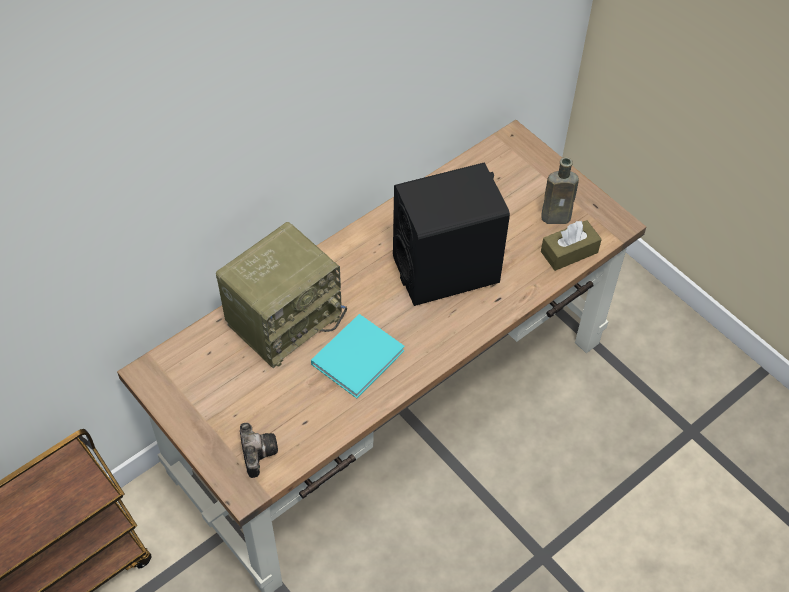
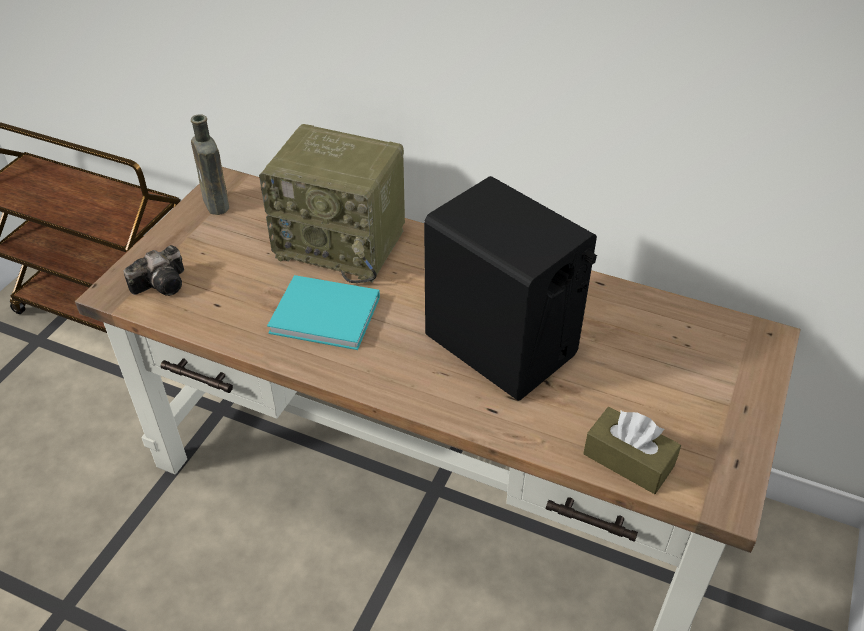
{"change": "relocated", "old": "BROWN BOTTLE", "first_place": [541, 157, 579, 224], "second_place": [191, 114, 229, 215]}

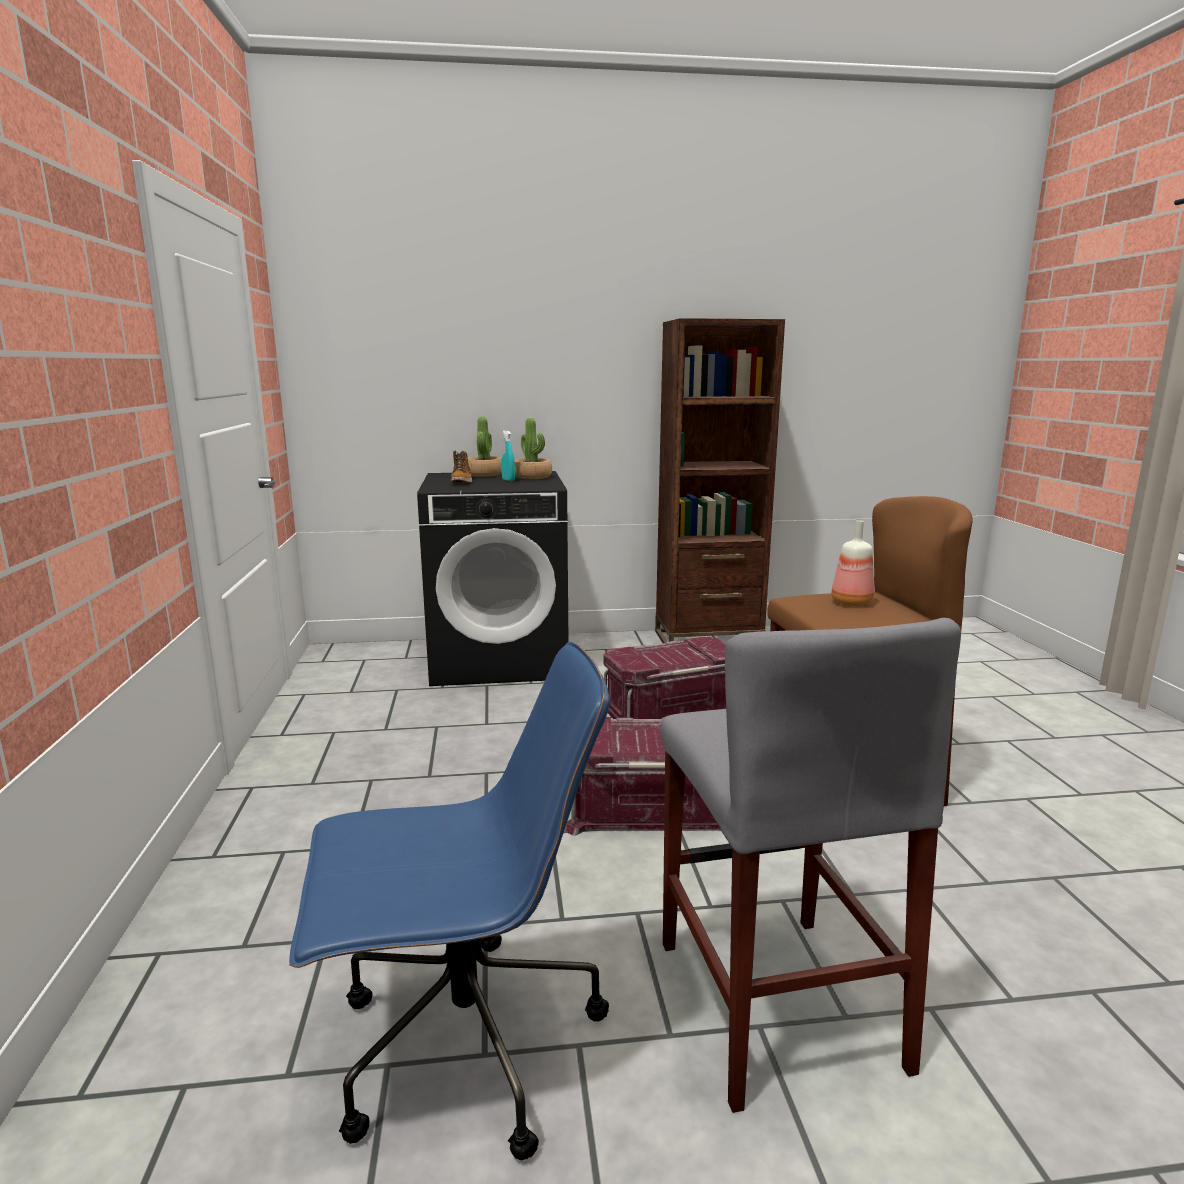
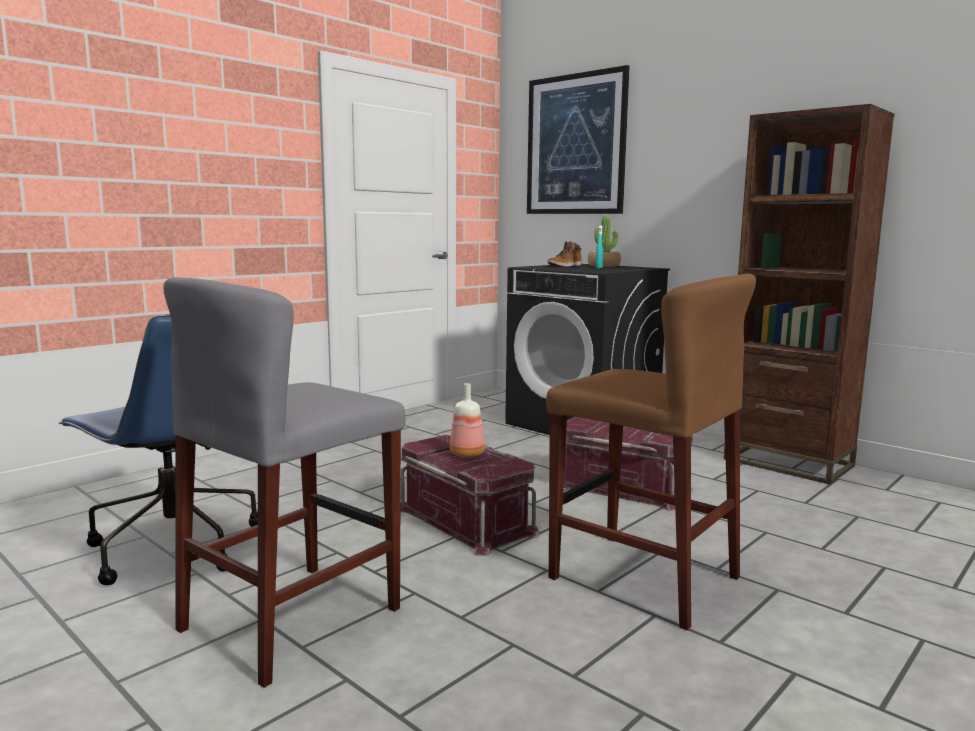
{"change": "relocated", "old": "BOTTLE", "first_place": [831, 520, 874, 606], "second_place": [450, 383, 485, 457]}
{"change": "appeared", "new": "PICTURE", "second_place": [527, 65, 630, 214]}
{"change": "missing", "old": "POTTED PLANT", "first_place": [515, 418, 552, 479]}

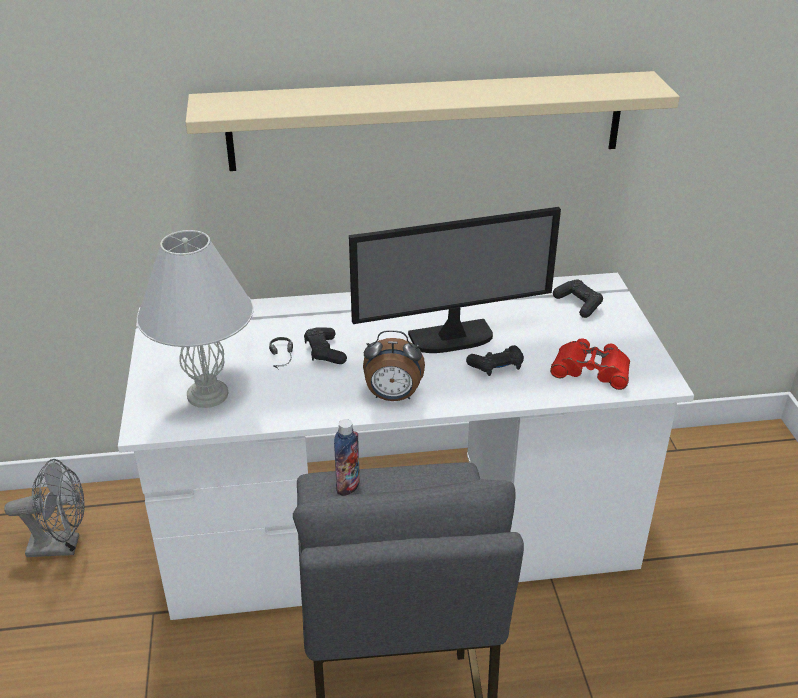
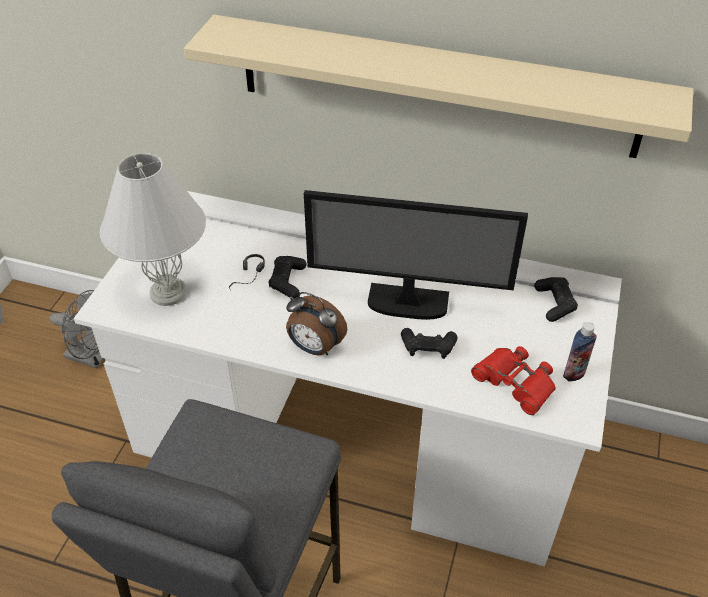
{"change": "relocated", "old": "BOTTLE", "first_place": [334, 419, 360, 496], "second_place": [563, 322, 597, 381]}

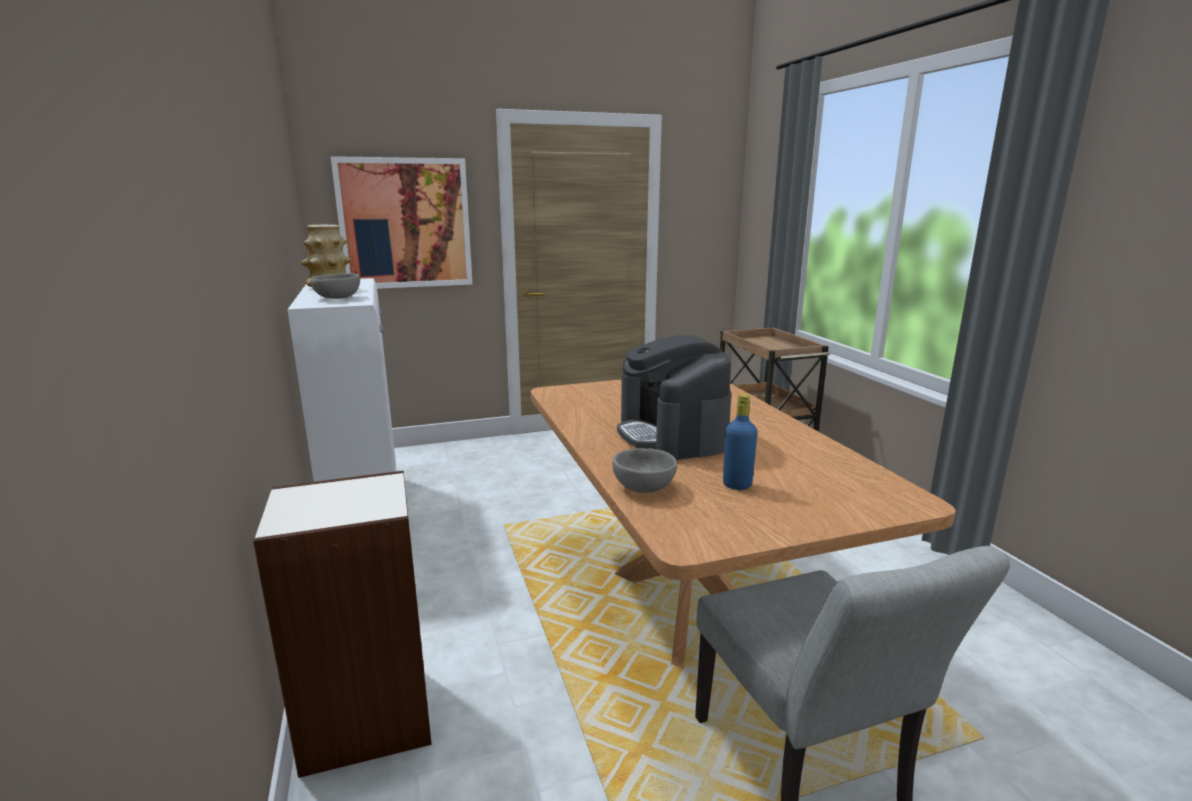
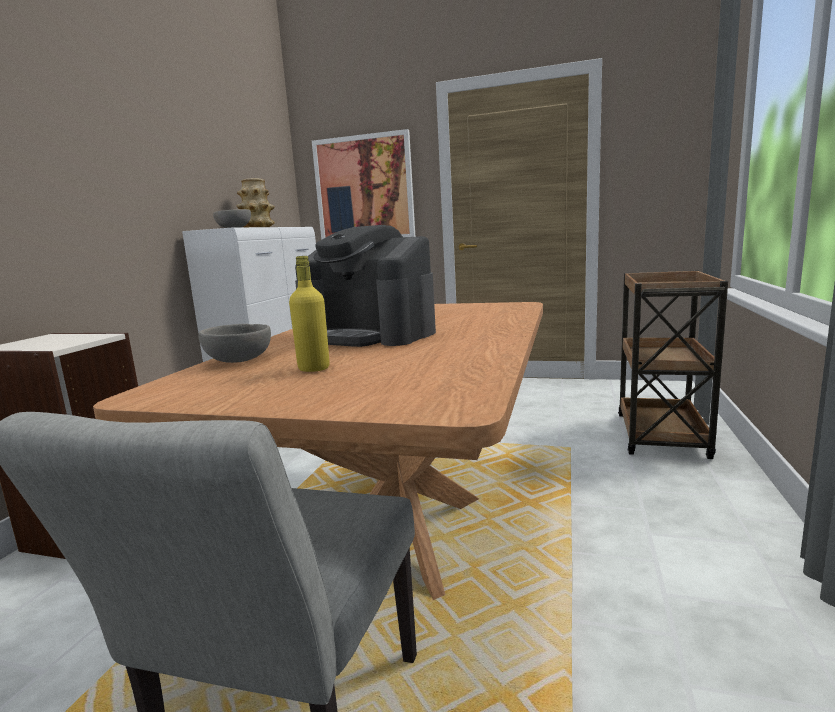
{"change": "colour", "old": "BLUE BOTTLE", "new": "YELLOW BOTTLE", "first_place": [723, 394, 758, 490], "second_place": [289, 256, 330, 372]}
{"change": "spun", "old": "COFFEE MACHINE", "first_place": [617, 335, 731, 461], "second_place": [295, 225, 436, 347], "degrees": -75}

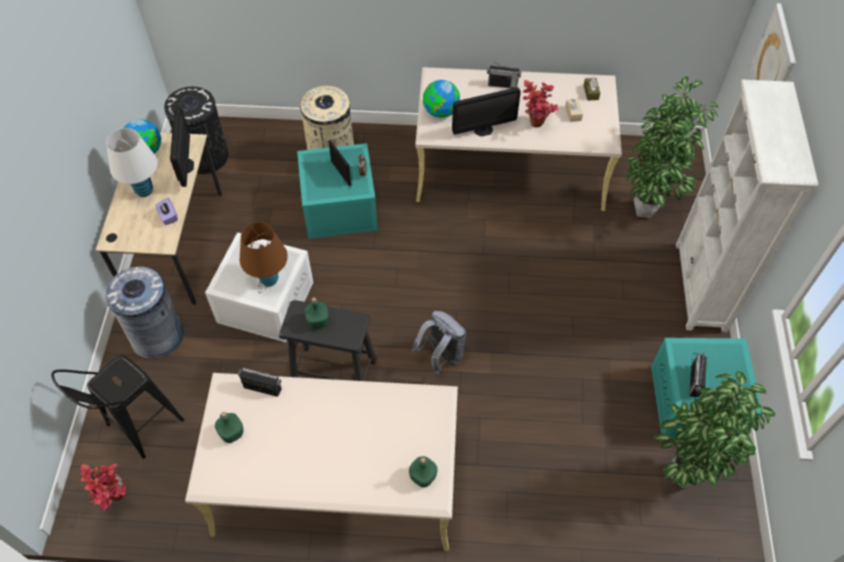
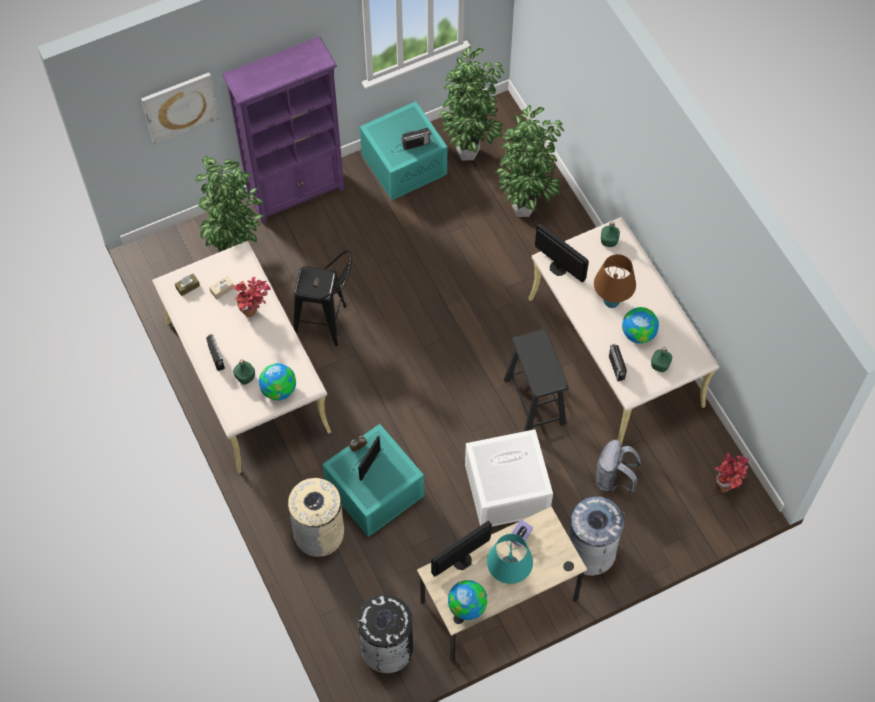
{"change": "colour", "old": "WHITE BOOKCASE", "new": "PURPLE BOOKCASE", "first_place": [676, 80, 818, 332], "second_place": [222, 36, 345, 223]}
{"change": "relocated", "old": "GREEN BOTTLE", "first_place": [305, 297, 329, 329], "second_place": [233, 360, 255, 385]}
{"change": "relocated", "old": "BLACK STOOL", "first_place": [51, 355, 184, 459], "second_place": [294, 250, 352, 346]}
{"change": "colour", "old": "WHITE TABLE LAMP", "new": "TURQUOISE TABLE LAMP", "first_place": [106, 128, 158, 197], "second_place": [487, 534, 533, 584]}
{"change": "appeared", "new": "POTTED PLANT", "second_place": [495, 105, 564, 217]}
{"change": "relocated", "old": "MONITOR", "first_place": [452, 87, 521, 137], "second_place": [535, 224, 589, 283]}
{"change": "relocated", "old": "BROWN TABLE LAMP", "first_place": [240, 222, 288, 287], "second_place": [594, 254, 636, 308]}
{"change": "relocated", "old": "GREY BACKPACK", "first_place": [412, 311, 466, 375], "second_place": [596, 440, 641, 493]}
{"change": "appeared", "new": "GLOBE", "second_place": [622, 307, 659, 344]}

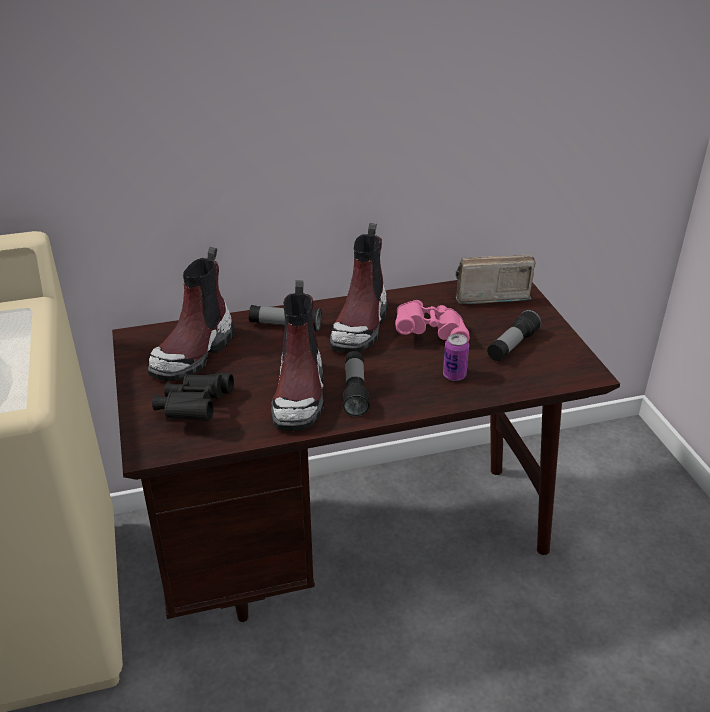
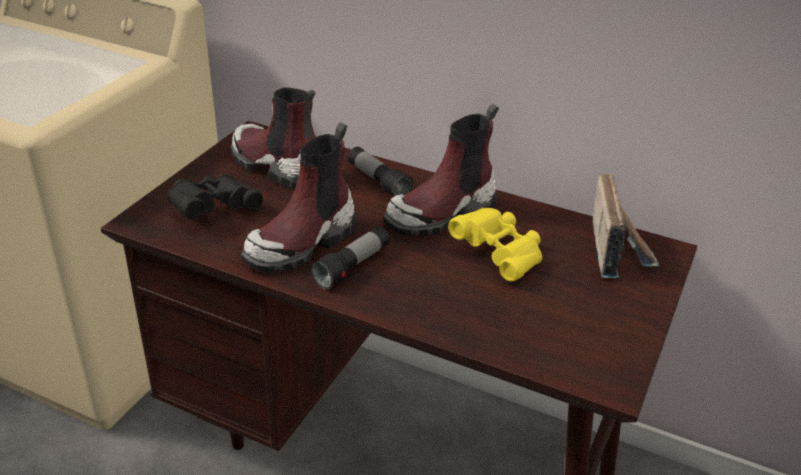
{"change": "spun", "old": "BOOT", "first_place": [148, 247, 235, 381], "second_place": [230, 87, 316, 191], "degrees": 60}
{"change": "colour", "old": "PINK BINOCULARS", "new": "YELLOW BINOCULARS", "first_place": [395, 300, 470, 341], "second_place": [448, 208, 542, 282]}
{"change": "spun", "old": "RADIO", "first_place": [455, 255, 536, 304], "second_place": [592, 173, 659, 278], "degrees": 60}
{"change": "missing", "old": "CAN", "first_place": [443, 334, 469, 381]}
{"change": "missing", "old": "FLASHLIGHT", "first_place": [487, 310, 542, 361]}

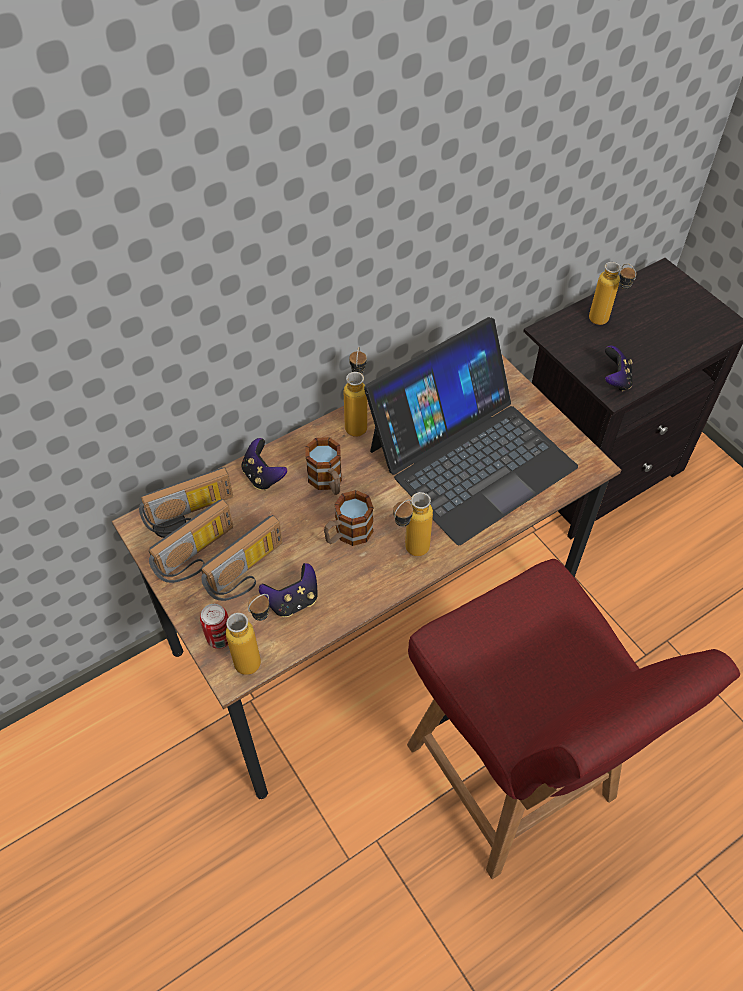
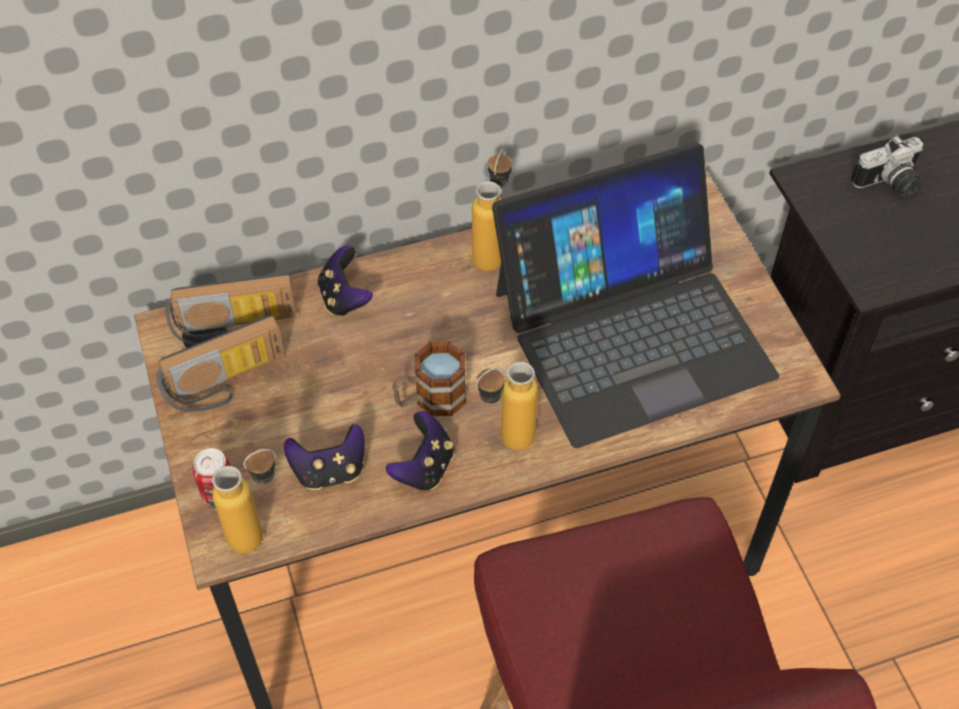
{"change": "relocated", "old": "GAME CONTROLLER", "first_place": [605, 346, 633, 391], "second_place": [386, 411, 454, 491]}
{"change": "exchanged", "old": "BOTTLE", "new": "PHOTO CAMERA", "first_place": [589, 262, 637, 325], "second_place": [851, 136, 923, 196]}
{"change": "missing", "old": "RADIO", "first_place": [201, 515, 283, 601]}
{"change": "missing", "old": "MUG", "first_place": [305, 437, 342, 495]}

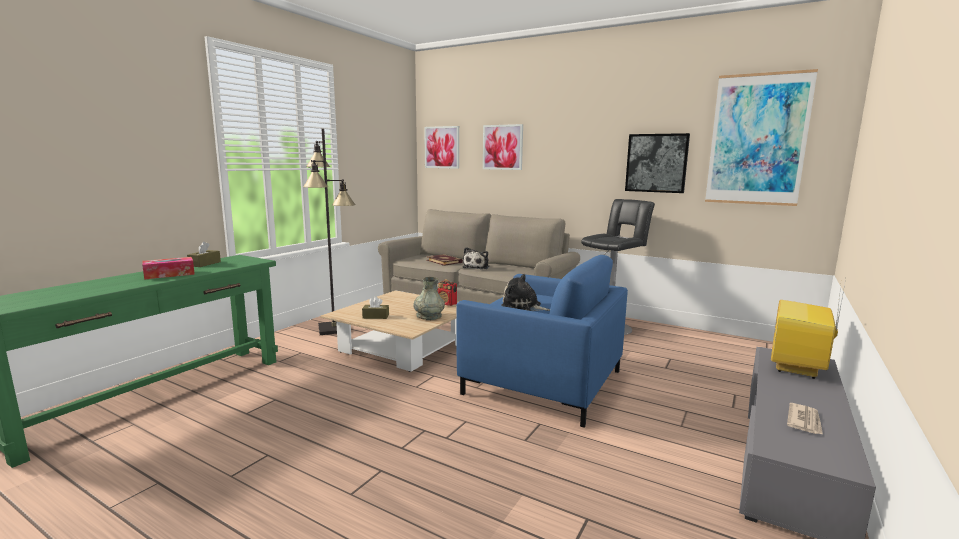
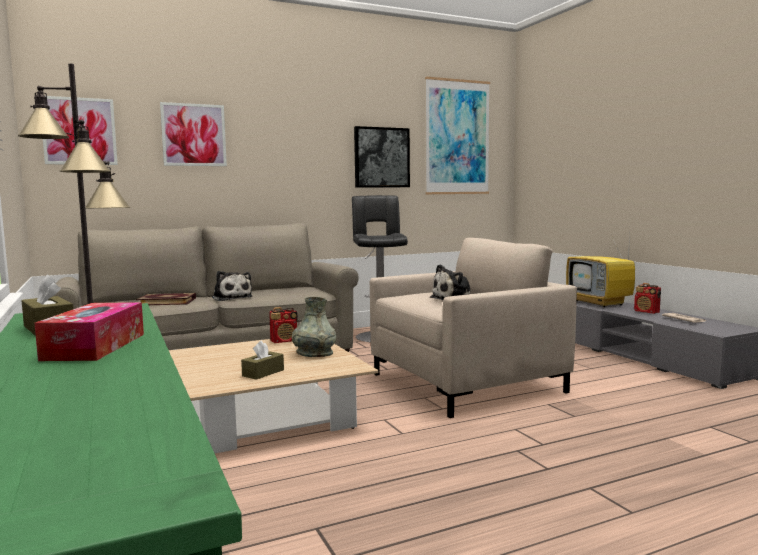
{"change": "colour", "old": "BLUE ARMCHAIR", "new": "BEIGE ARMCHAIR", "first_place": [456, 255, 628, 428], "second_place": [370, 238, 577, 418]}
{"change": "appeared", "new": "RADIO", "second_place": [634, 283, 661, 314]}

